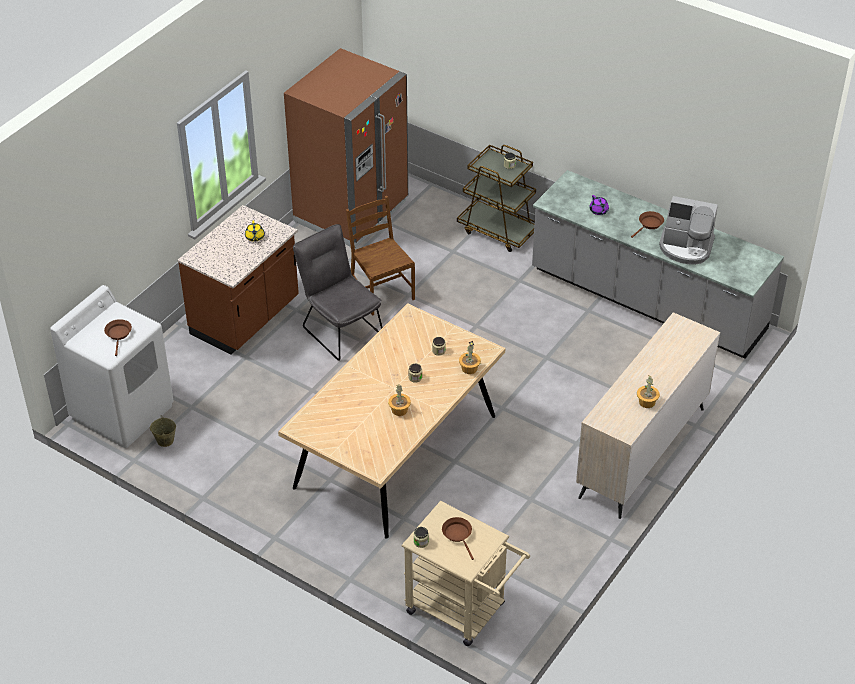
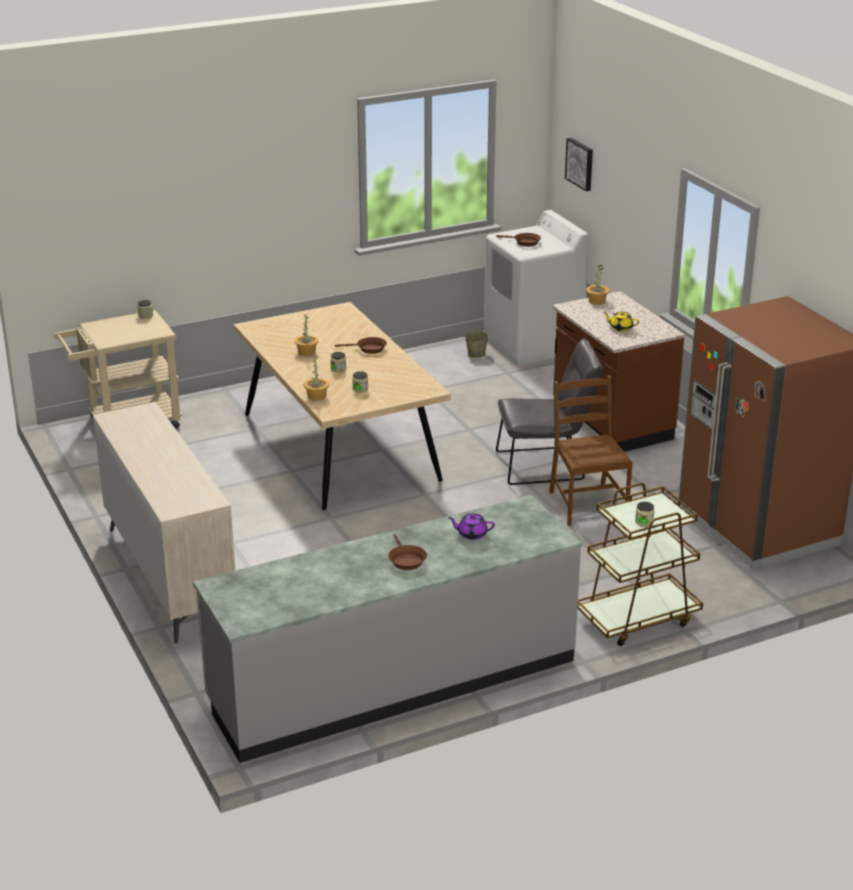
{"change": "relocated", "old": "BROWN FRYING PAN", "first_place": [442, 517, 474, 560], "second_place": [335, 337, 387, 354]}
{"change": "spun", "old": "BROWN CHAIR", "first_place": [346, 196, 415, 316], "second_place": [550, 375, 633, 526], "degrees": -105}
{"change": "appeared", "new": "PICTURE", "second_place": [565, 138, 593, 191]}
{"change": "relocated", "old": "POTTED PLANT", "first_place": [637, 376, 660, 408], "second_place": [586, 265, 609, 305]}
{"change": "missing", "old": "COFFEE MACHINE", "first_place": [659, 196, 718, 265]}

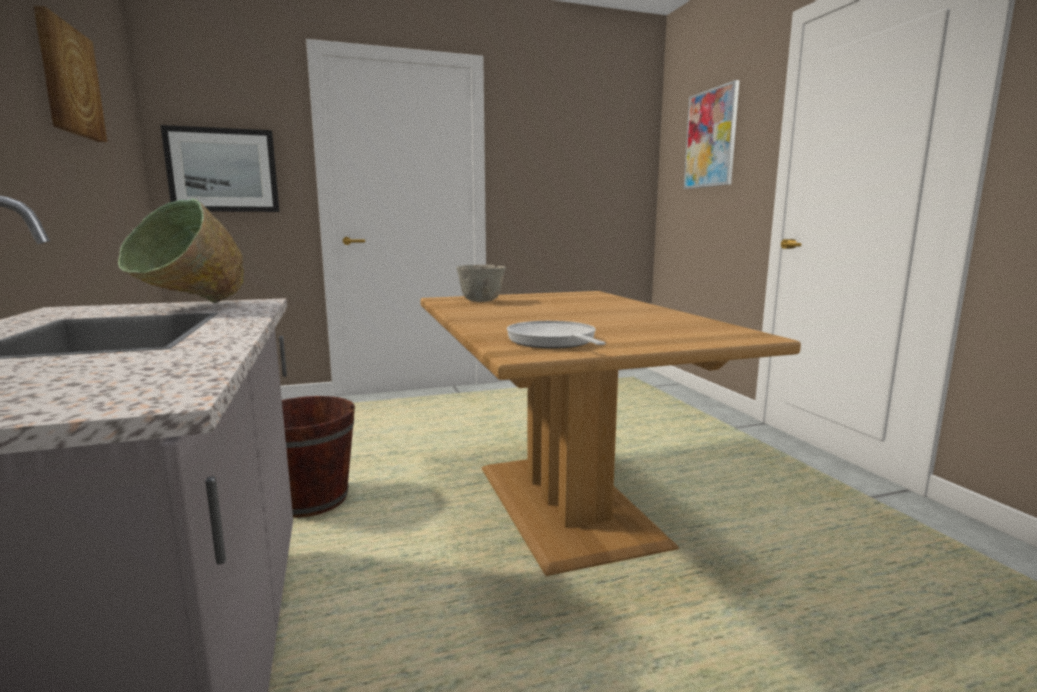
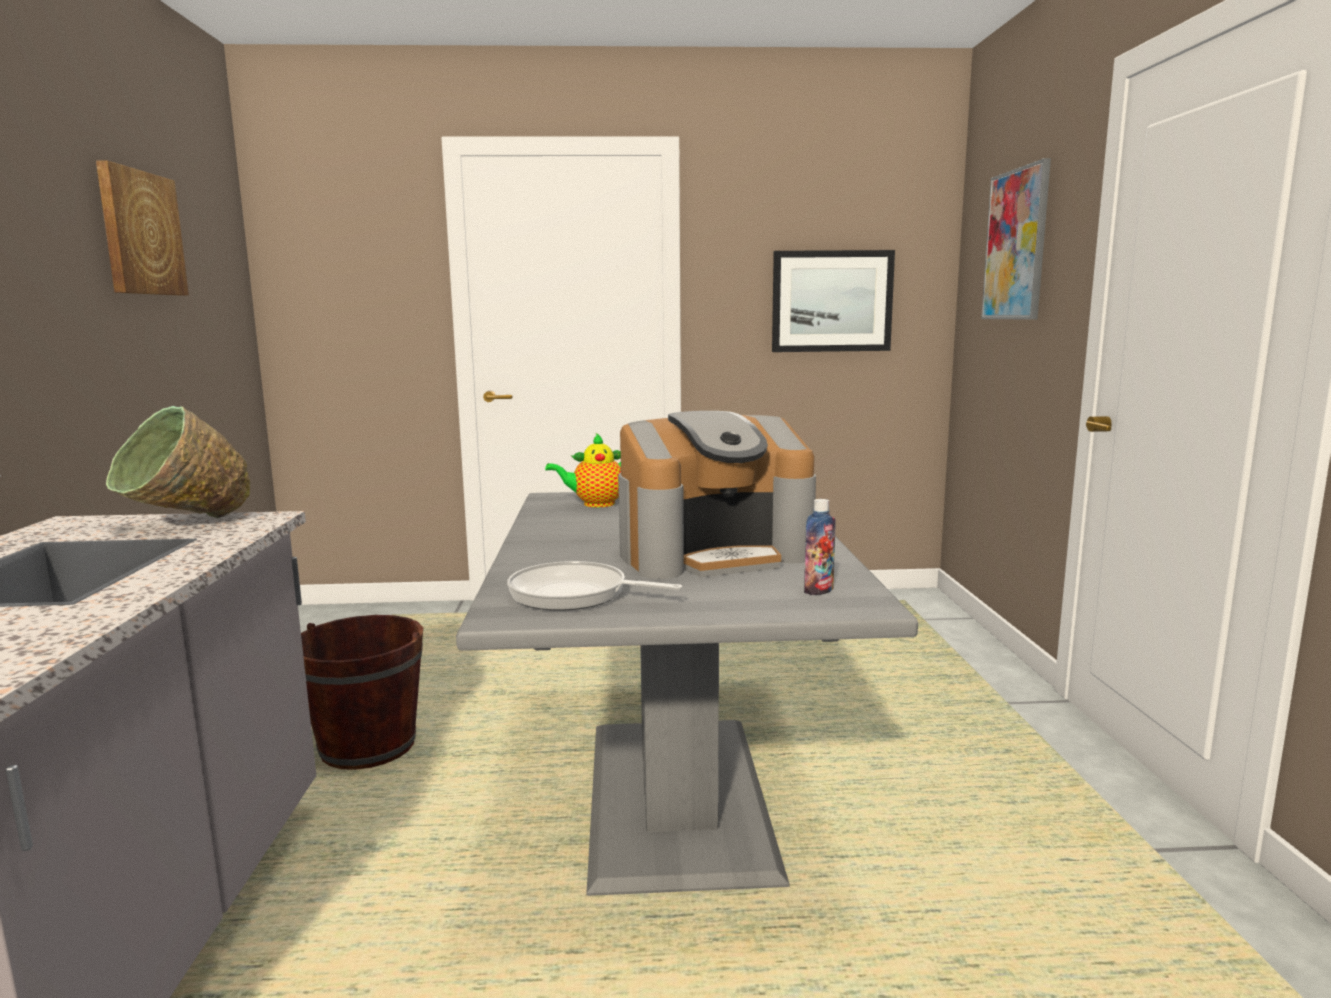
{"change": "colour", "old": "BROWN DINING TABLE", "new": "GREY DINING TABLE", "first_place": [420, 291, 801, 576], "second_place": [456, 492, 918, 896]}
{"change": "spun", "old": "FRYING PAN", "first_place": [507, 321, 605, 349], "second_place": [507, 561, 683, 611], "degrees": -60}
{"change": "exchanged", "old": "GREY BOWL", "new": "TEAPOT", "first_place": [457, 265, 506, 302], "second_place": [545, 433, 621, 507]}
{"change": "appeared", "new": "COFFEE MACHINE", "second_place": [618, 411, 816, 579]}
{"change": "relocated", "old": "PICTURE", "first_place": [161, 125, 279, 212], "second_place": [772, 250, 895, 352]}
{"change": "appeared", "new": "BOTTLE", "second_place": [804, 499, 836, 595]}

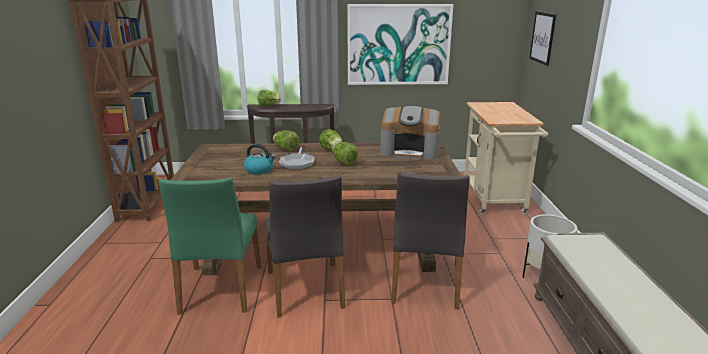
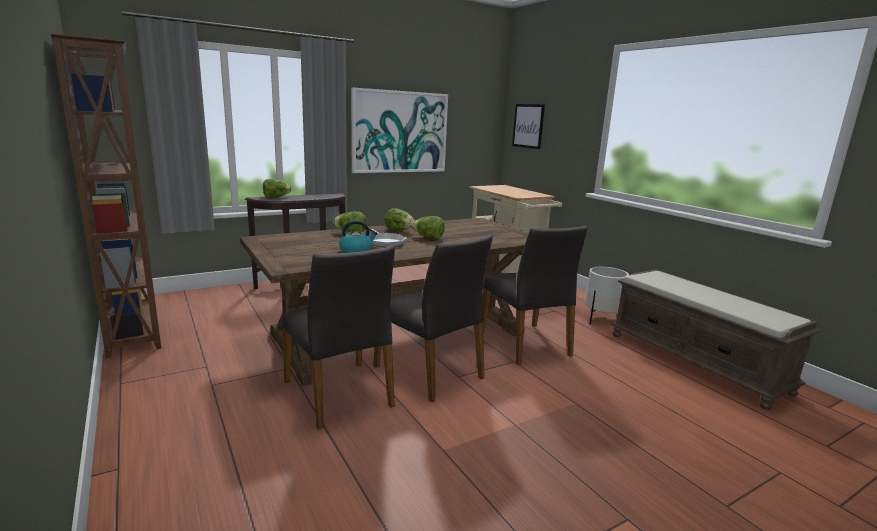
{"change": "colour", "old": "GREEN CHAIR", "new": "GREY CHAIR", "first_place": [158, 178, 261, 314], "second_place": [282, 245, 395, 429]}
{"change": "missing", "old": "COFFEE MACHINE", "first_place": [380, 105, 440, 160]}

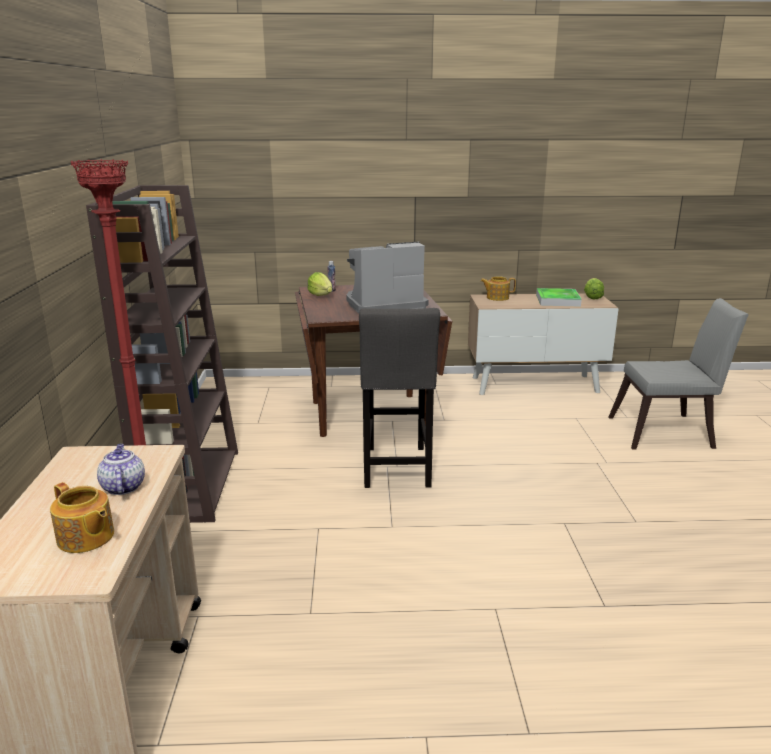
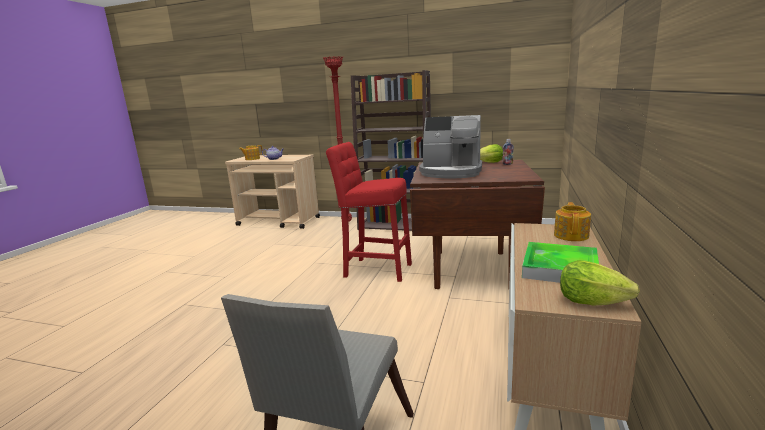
{"change": "colour", "old": "GREY STOOL", "new": "RED STOOL", "first_place": [359, 308, 440, 488], "second_place": [326, 142, 412, 282]}
{"change": "spun", "old": "COFFEE MACHINE", "first_place": [346, 242, 428, 313], "second_place": [419, 115, 482, 178], "degrees": 105}

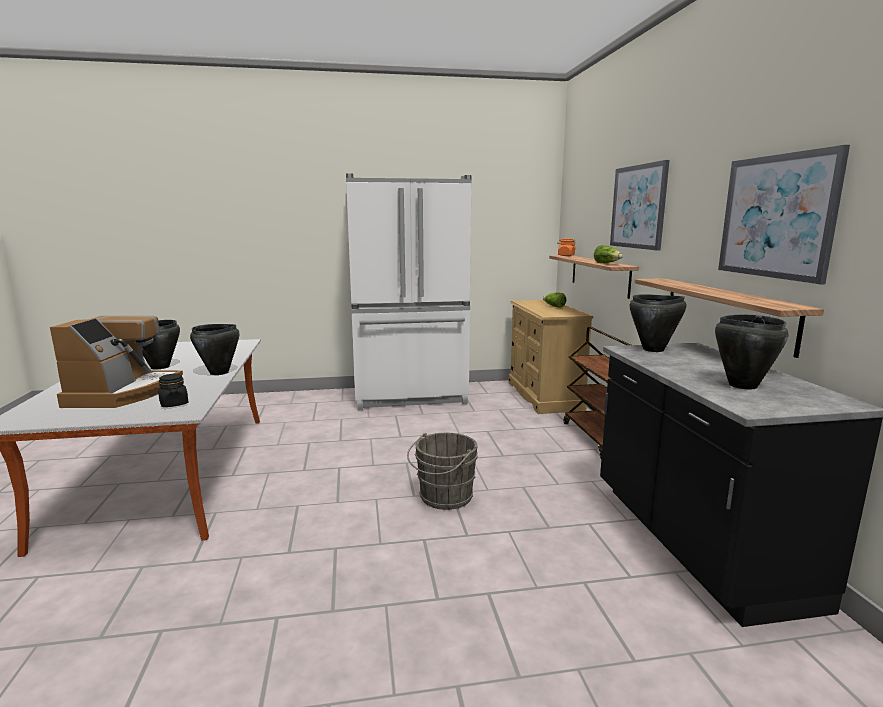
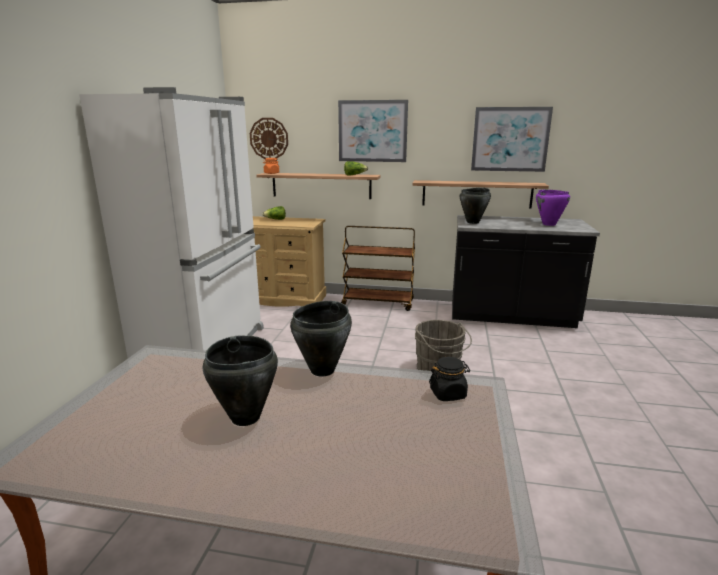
{"change": "appeared", "new": "WALL CLOCK", "second_place": [250, 118, 288, 159]}
{"change": "colour", "old": "BLACK COOKING POT", "new": "PURPLE COOKING POT", "first_place": [715, 315, 788, 389], "second_place": [536, 190, 570, 226]}
{"change": "missing", "old": "COFFEE MACHINE", "first_place": [50, 316, 183, 408]}

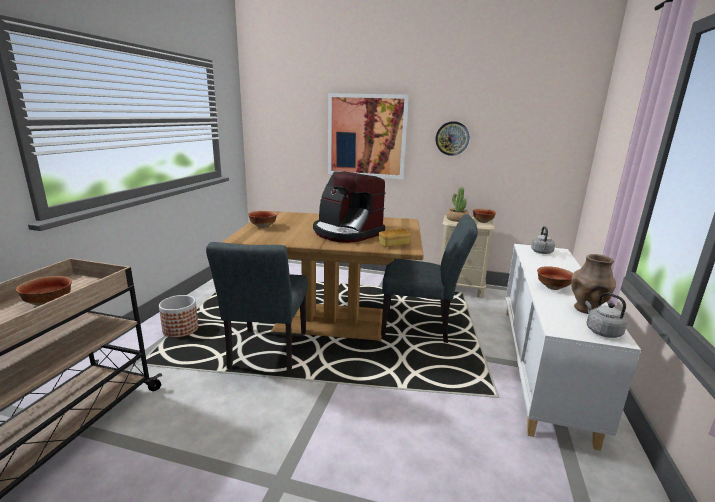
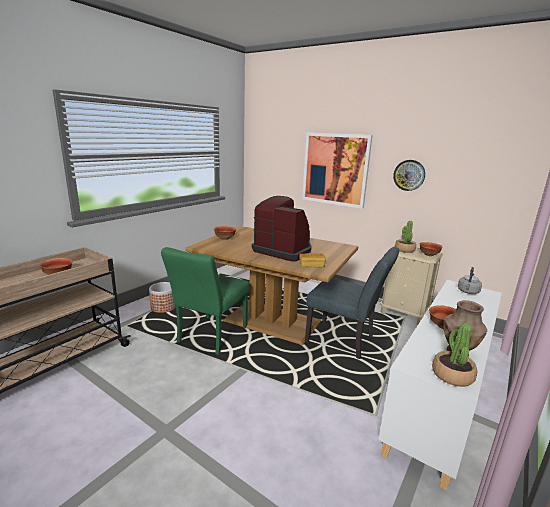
{"change": "colour", "old": "GREY CHAIR", "new": "GREEN CHAIR", "first_place": [206, 242, 308, 373], "second_place": [161, 247, 250, 355]}
{"change": "spun", "old": "COFFEE MACHINE", "first_place": [313, 171, 386, 243], "second_place": [252, 196, 311, 262], "degrees": 150}
{"change": "exchanged", "old": "GREY KETTLE", "new": "POTTED PLANT", "first_place": [585, 293, 627, 338], "second_place": [432, 323, 477, 387]}

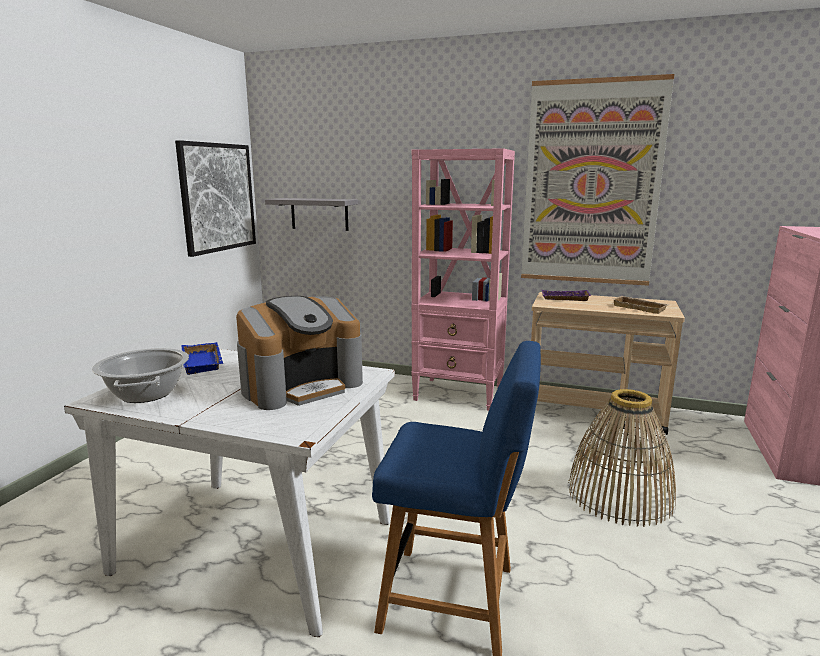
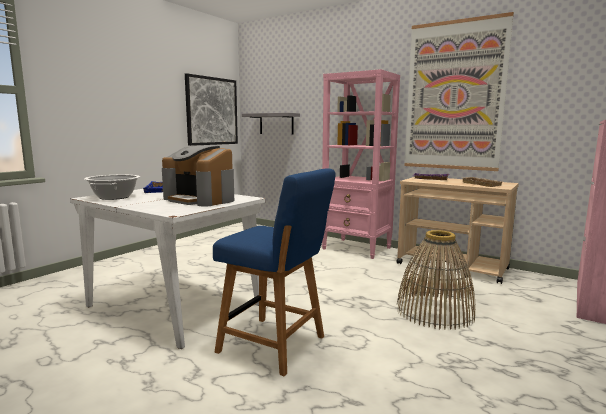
{"change": "spun", "old": "COFFEE MACHINE", "first_place": [236, 296, 363, 410], "second_place": [162, 145, 234, 207], "degrees": 60}

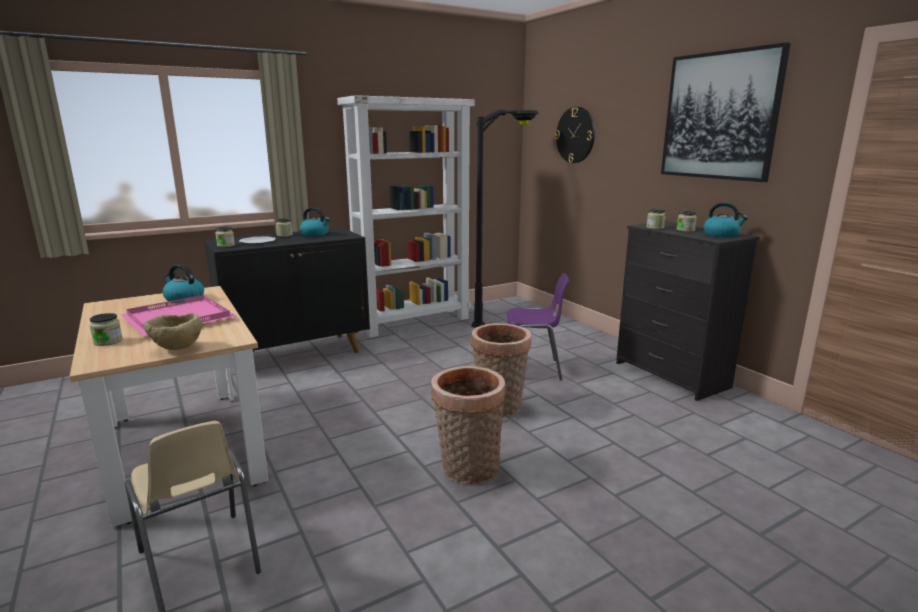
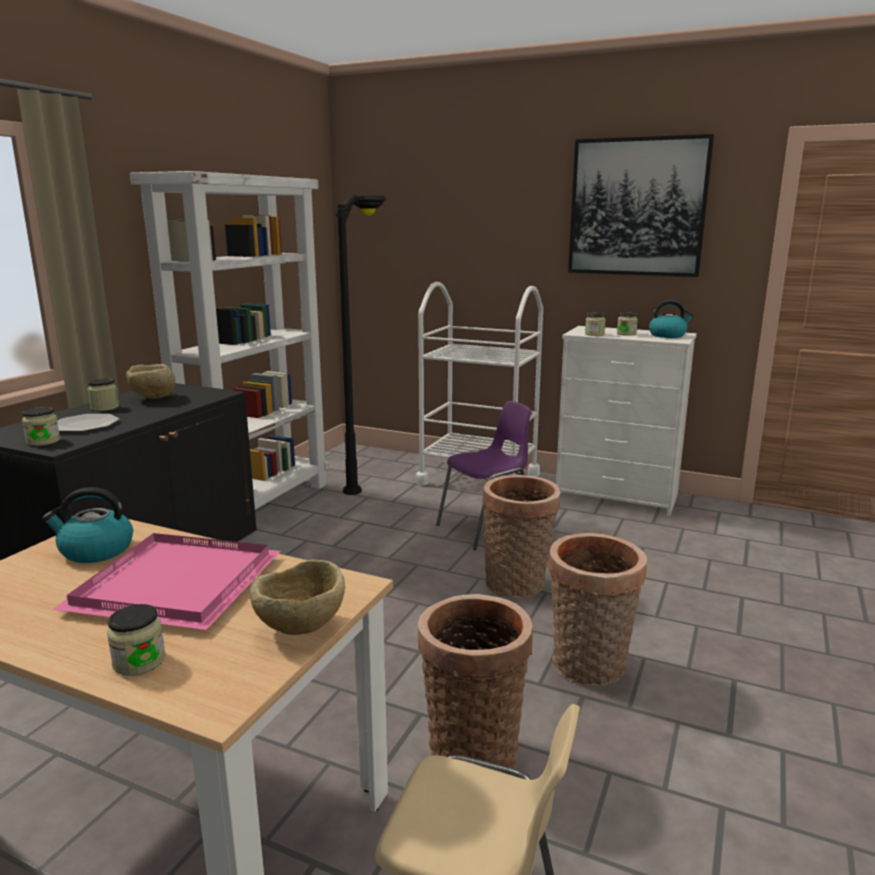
{"change": "exchanged", "old": "KETTLE", "new": "BEIGE BOWL", "first_place": [300, 207, 330, 236], "second_place": [126, 364, 176, 399]}
{"change": "appeared", "new": "WHITE CART", "second_place": [416, 282, 543, 485]}
{"change": "appeared", "new": "BASKET", "second_place": [418, 594, 533, 769]}
{"change": "colour", "old": "BLACK DRESSER", "new": "WHITE DRESSER", "first_place": [616, 221, 760, 401], "second_place": [556, 326, 697, 516]}
{"change": "missing", "old": "WALL CLOCK", "first_place": [555, 107, 595, 163]}

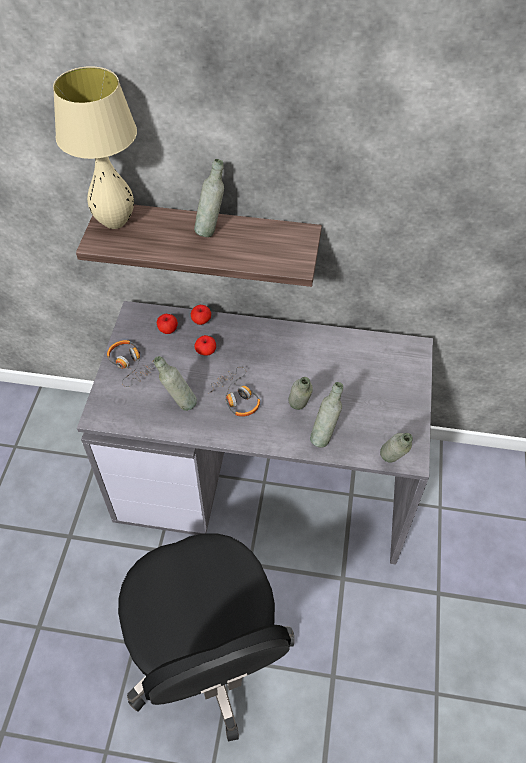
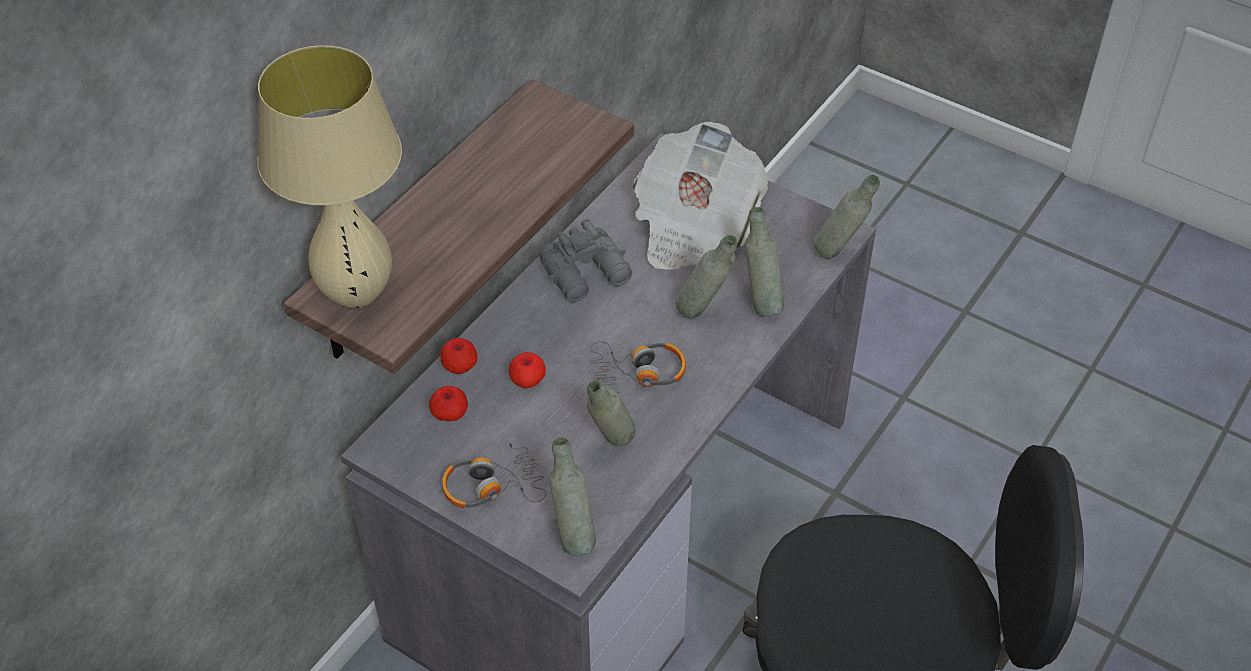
{"change": "appeared", "new": "GREY BINOCULARS", "second_place": [539, 219, 632, 302]}
{"change": "relocated", "old": "GREY BOTTLE", "first_place": [194, 159, 224, 237], "second_place": [549, 437, 596, 556]}
{"change": "appeared", "new": "NEWSPAPER", "second_place": [633, 122, 768, 270]}

